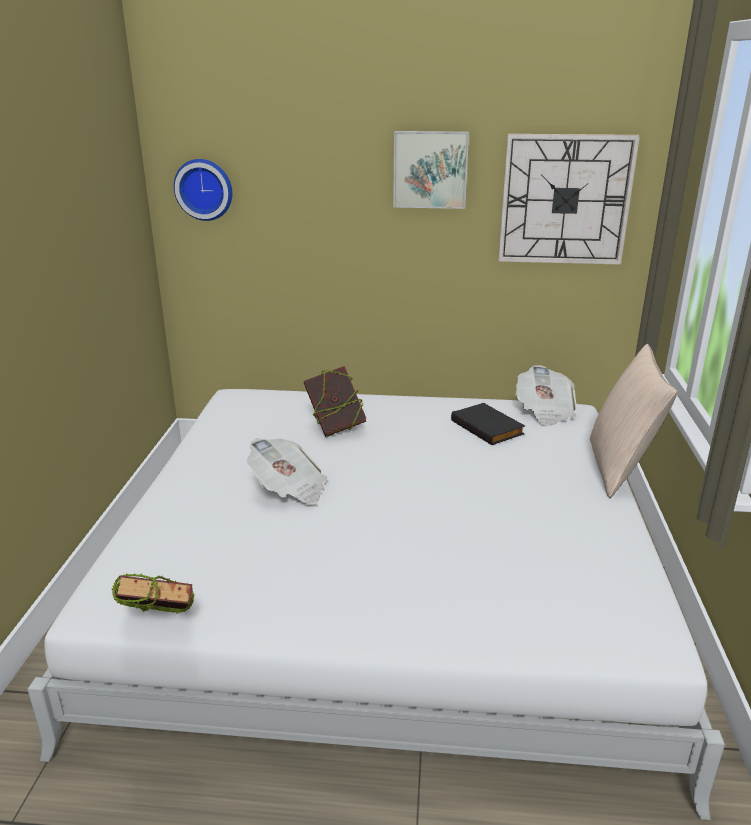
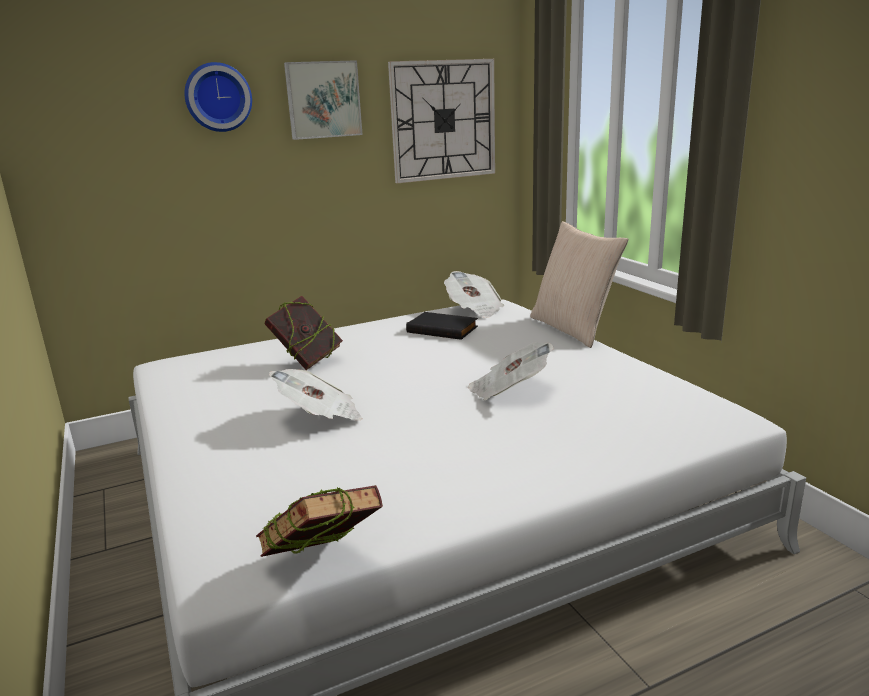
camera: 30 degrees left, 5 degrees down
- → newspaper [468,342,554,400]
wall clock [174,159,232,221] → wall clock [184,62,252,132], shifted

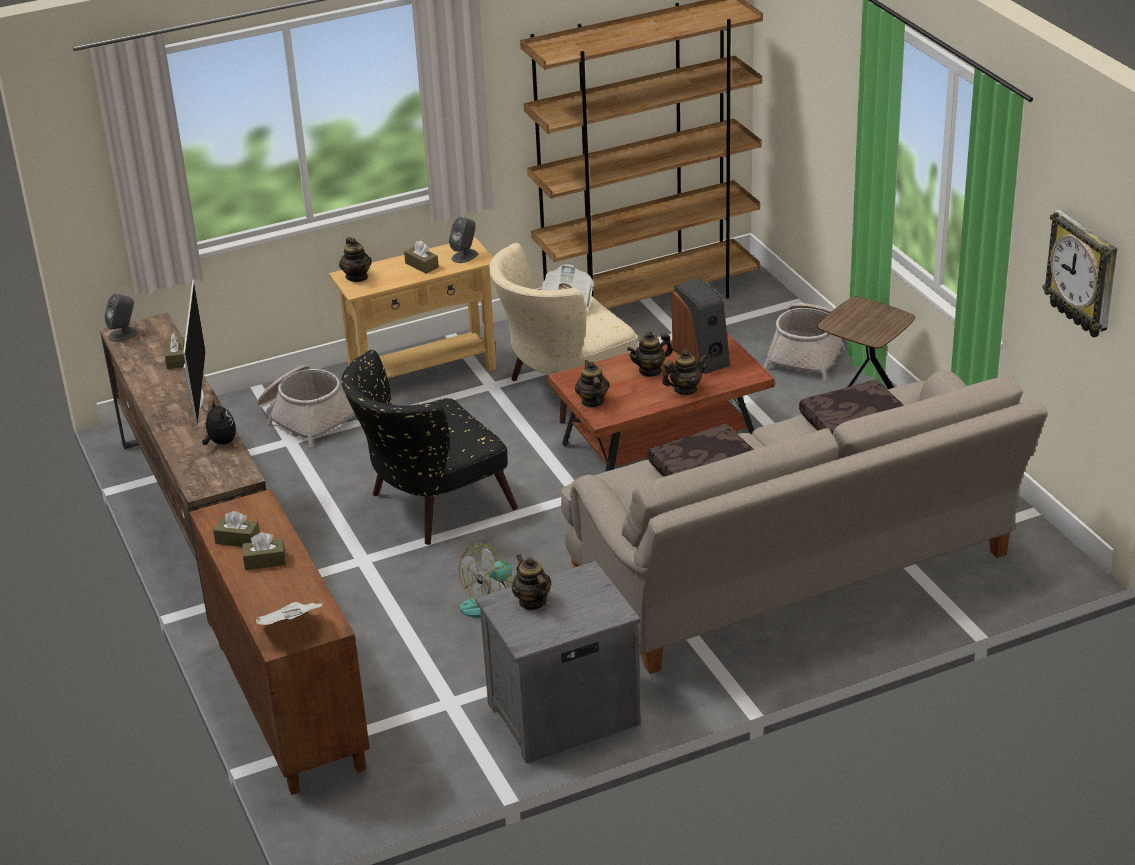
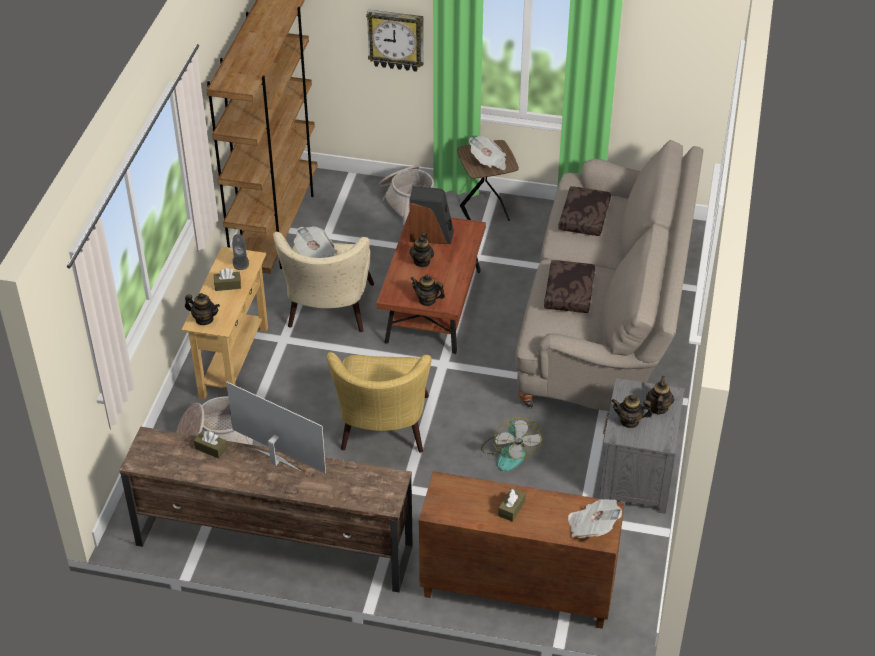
camera: 55 degrees left, 10 degrees up
grey speaker [104,293,139,342] → -
plush toy [202,399,236,445] → -
brown tissue box [213,511,260,547] → -
- → newspaper [469,136,506,170]
teapot [662,350,708,395] → teapot [646,376,674,415], shifted
wall clock [1042,209,1117,337] → wall clock [366,10,424,72], shifted
black armchair [342,350,518,545] → yellow armchair [326,352,432,453]

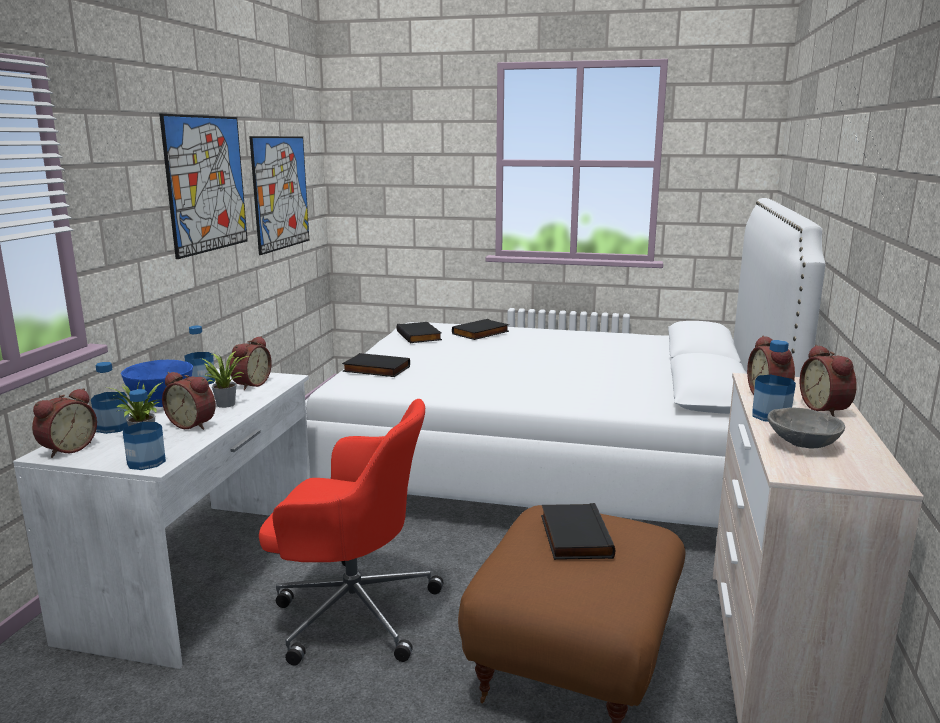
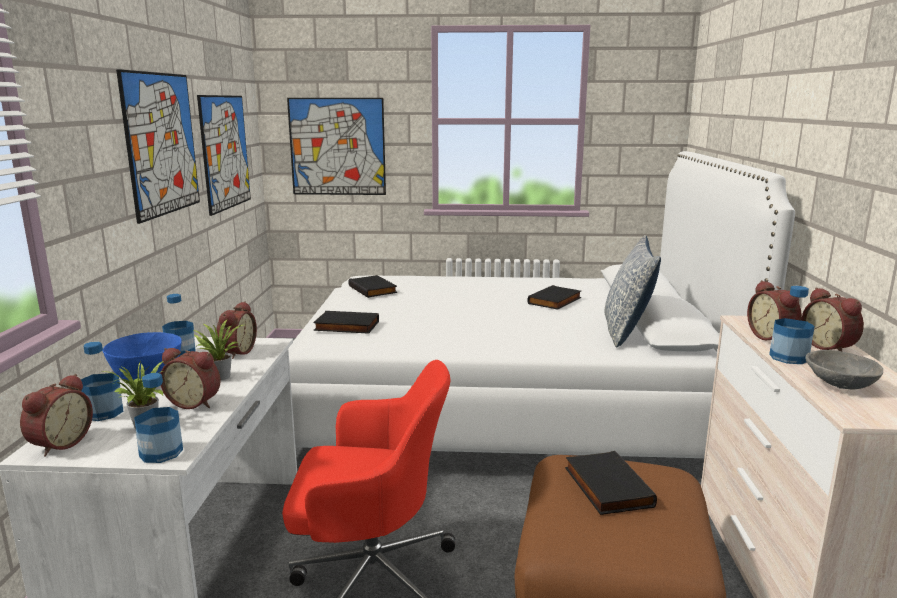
camera: 10 degrees left, 0 degrees up
- → picture [287,98,386,195]
- → pillow [605,235,661,347]
black book [452,319,509,340] → black book [527,285,581,310], shifted

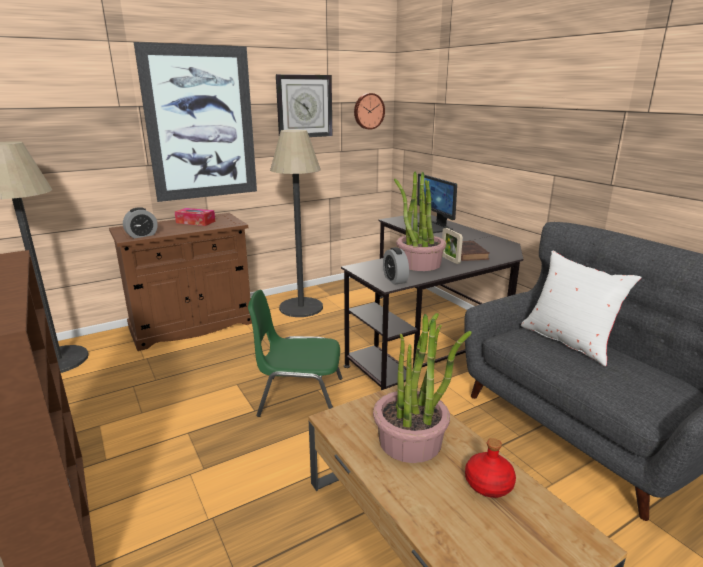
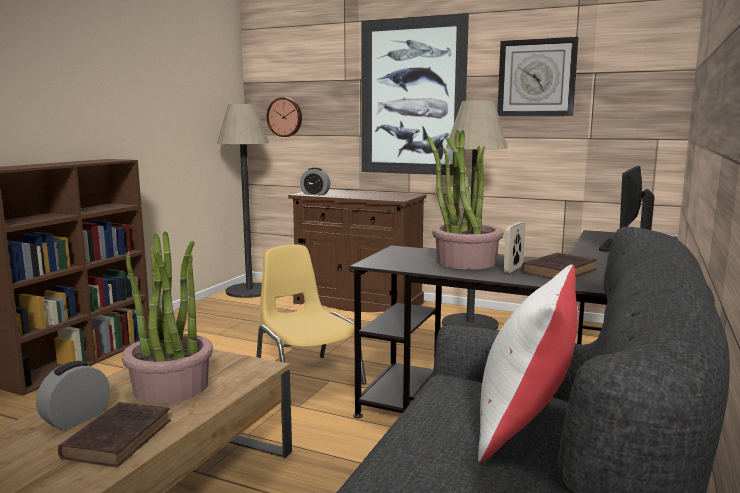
camera: 55 degrees right, 10 degrees down
tissue box [175,208,215,226] → -
wall clock [354,93,385,130] → wall clock [267,97,302,137], shifted
alarm clock [383,247,409,285] → alarm clock [36,361,110,430], shifted
red bottle [465,438,516,498] → brown book [58,402,171,467]
green chair [248,290,342,417] → yellow chair [256,245,366,385]

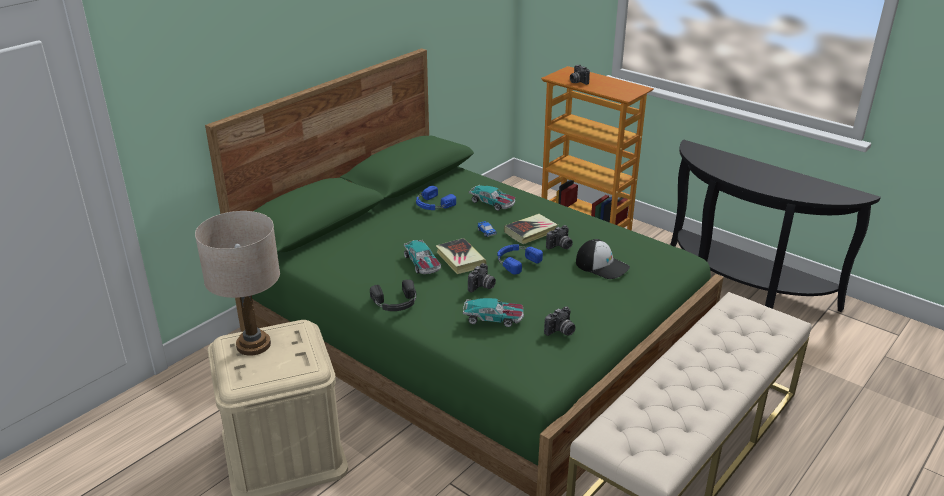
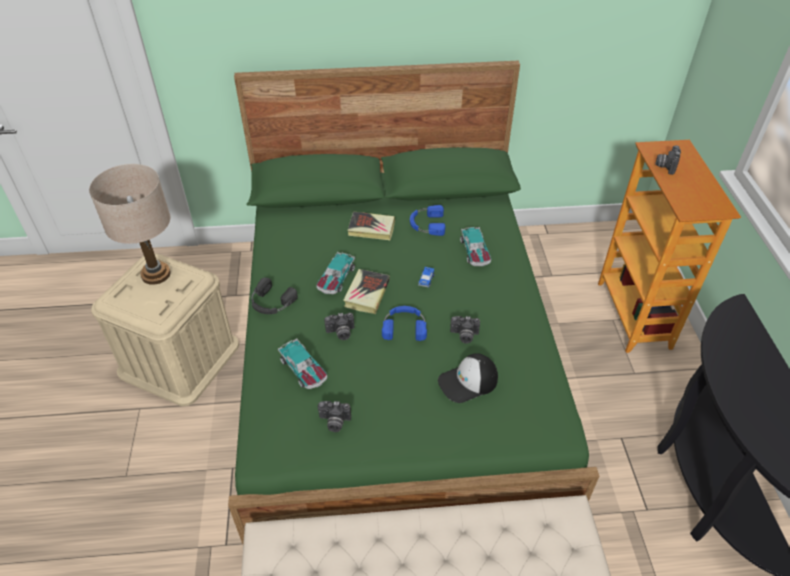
camera: 45 degrees right, 15 degrees up
book [504,214,558,244] → book [347,211,395,240], shifted
cap [576,239,630,279] → cap [438,353,498,403], 75 degrees clockwise

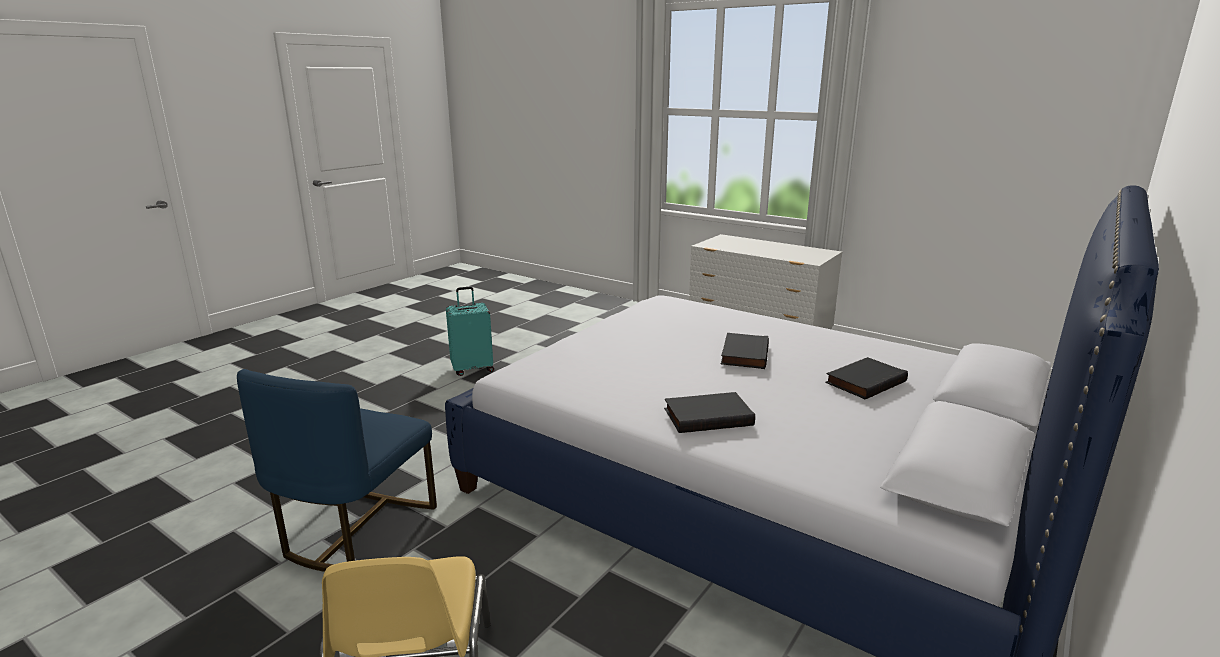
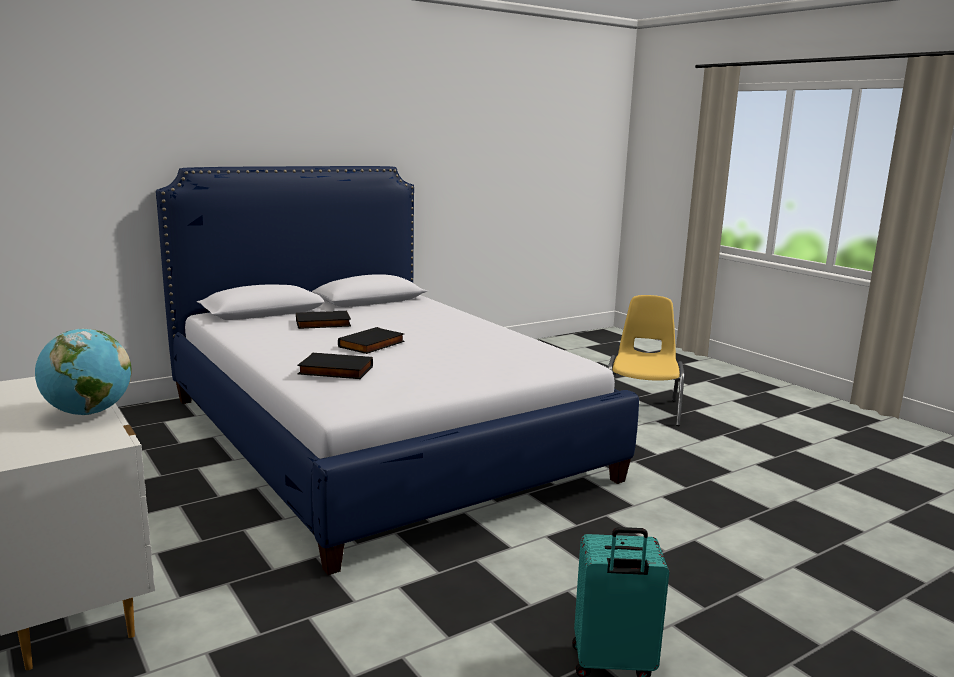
camera: 160 degrees left, 5 degrees down
blue chair [237,369,437,572] → -
- → globe [35,329,131,415]
black book [664,392,755,433] → black book [297,353,373,379], shifted

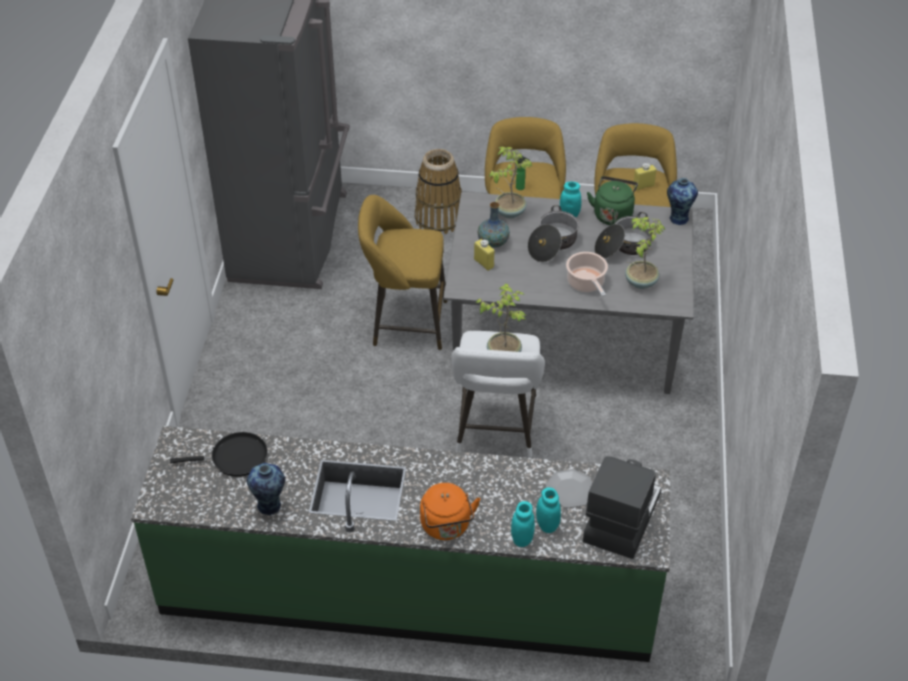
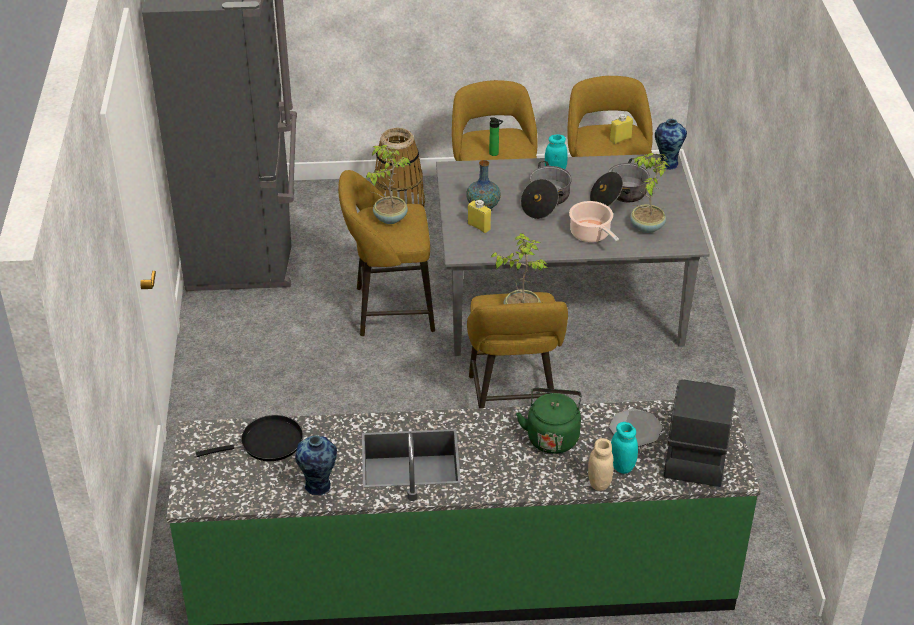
camera: 10 degrees left, 5 degrees down
orange kettle [420,483,481,540] → -
potted plant [489,147,532,219] → potted plant [366,145,410,224], shifted
green kettle [587,176,638,225] → green kettle [516,388,582,454], shifted
white stool [451,331,545,458] → yellow stool [467,292,568,408]
turquoise jar [511,501,535,547] → beige jar [588,438,613,491]

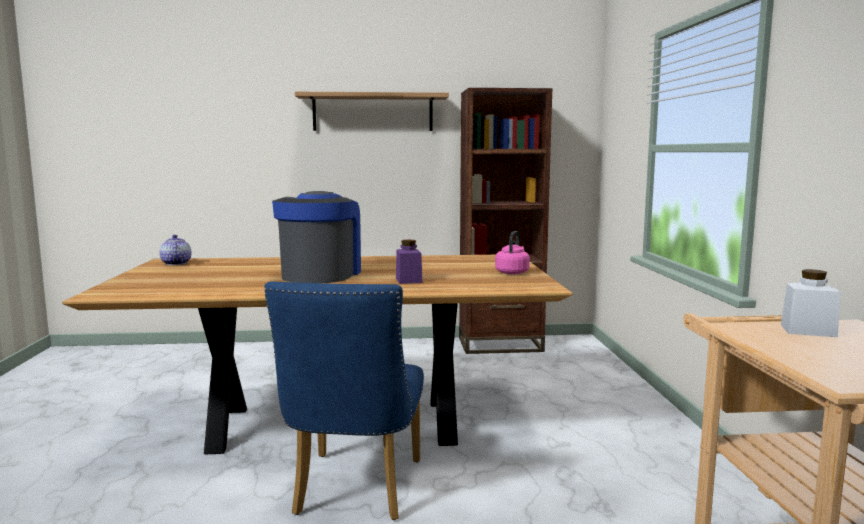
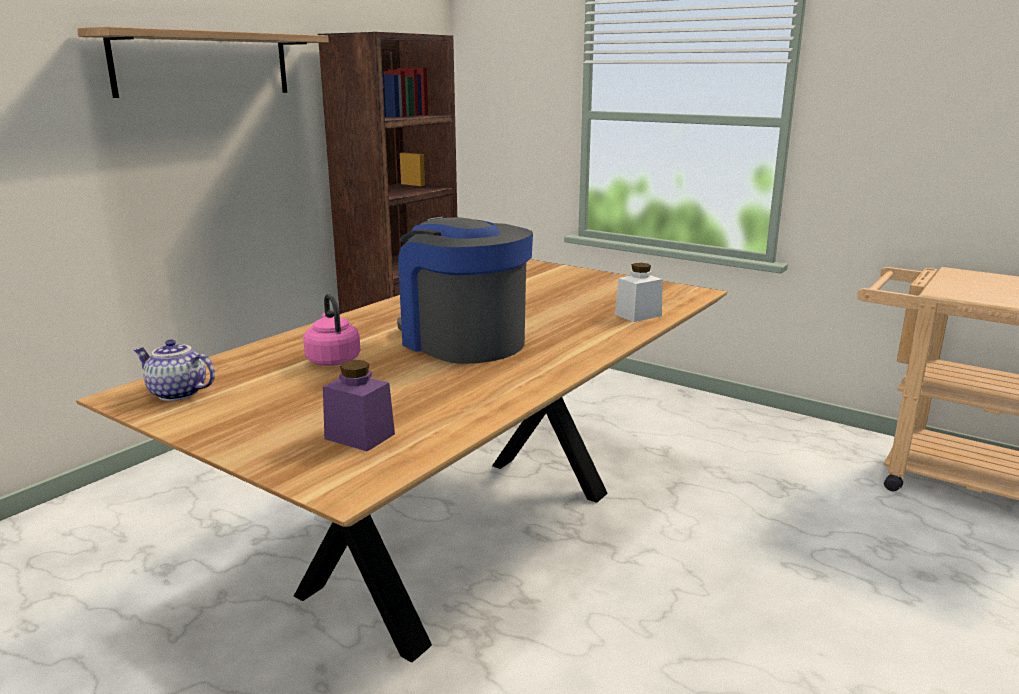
camera: 50 degrees left, 10 degrees up
blue chair [264,281,424,520] → -
purple jar [396,240,423,284] → purple jar [323,360,395,452], shifted
pink kettle [495,231,530,275] → pink kettle [303,294,360,366], shifted
white jar [781,269,840,337] → white jar [615,263,663,322], shifted

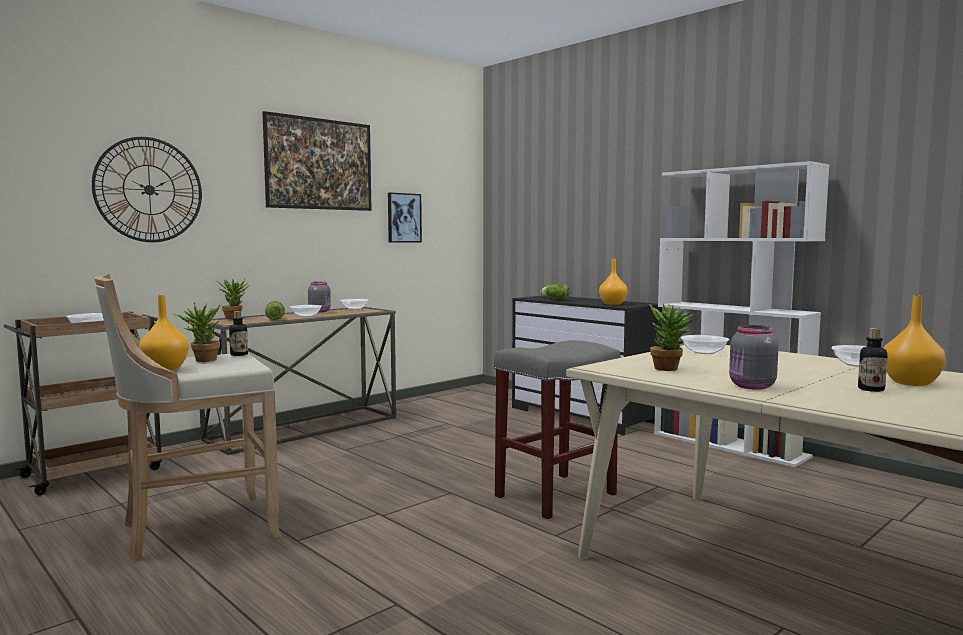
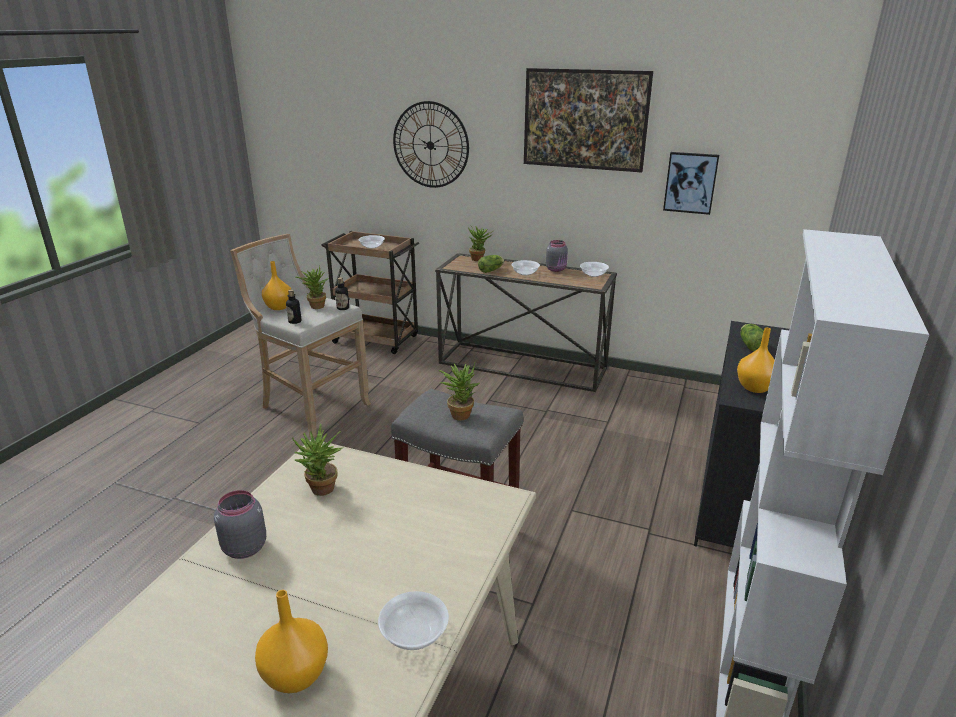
camera: 65 degrees right, 20 degrees up
bowl [681,335,729,354] → -
- → potted plant [438,362,480,421]
bottle [858,328,887,392] → bottle [286,289,302,324], shifted

